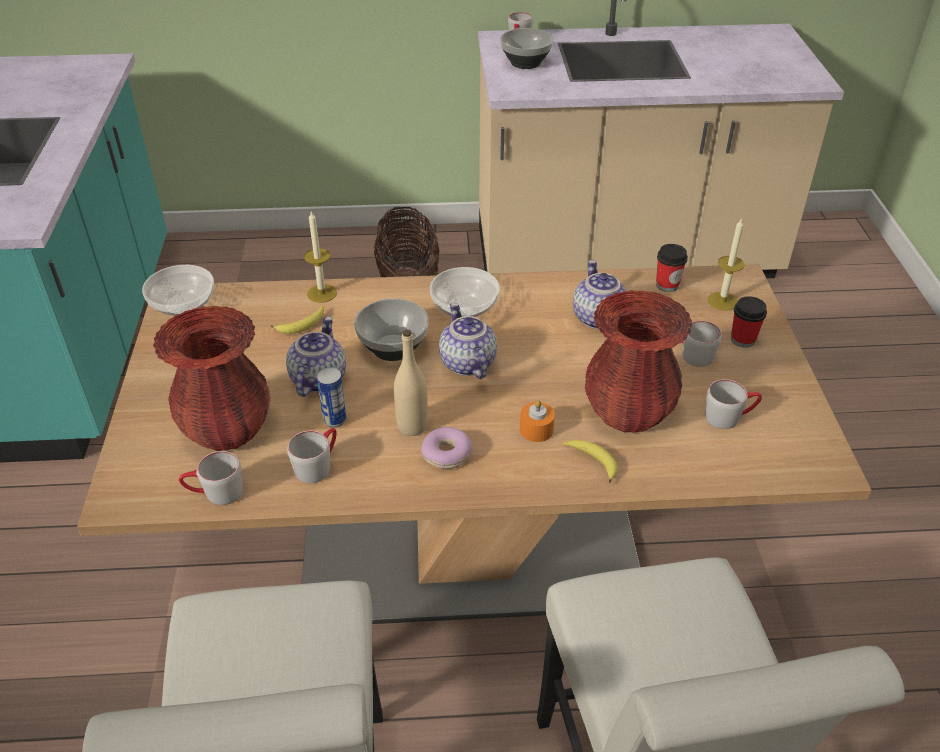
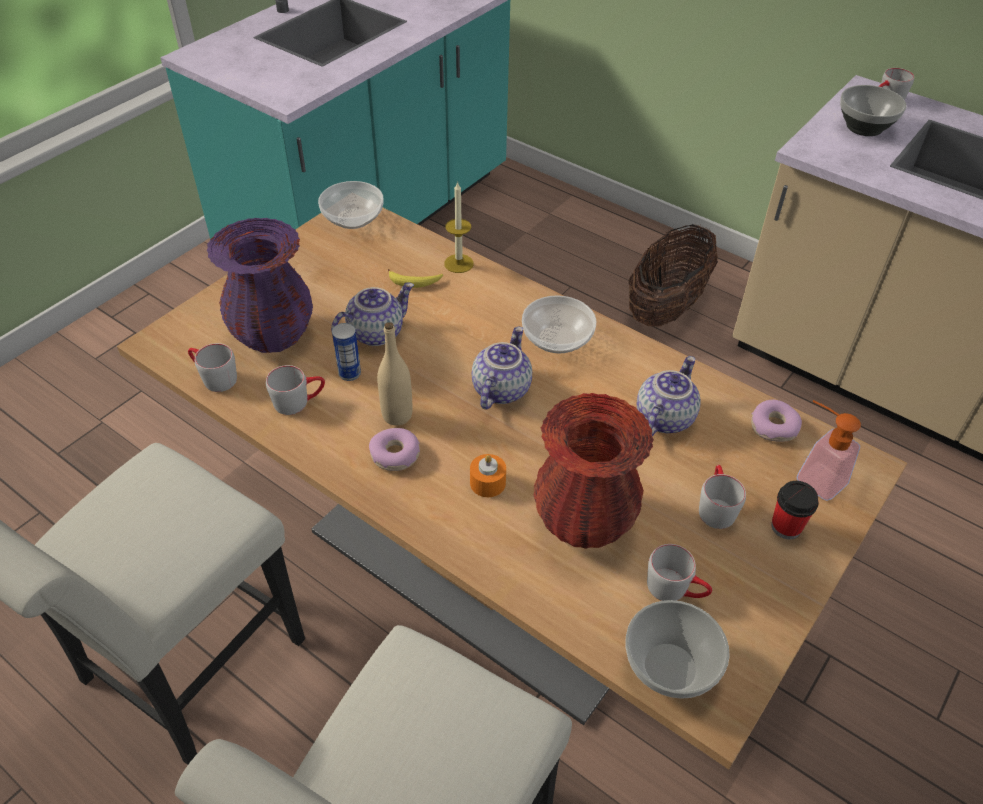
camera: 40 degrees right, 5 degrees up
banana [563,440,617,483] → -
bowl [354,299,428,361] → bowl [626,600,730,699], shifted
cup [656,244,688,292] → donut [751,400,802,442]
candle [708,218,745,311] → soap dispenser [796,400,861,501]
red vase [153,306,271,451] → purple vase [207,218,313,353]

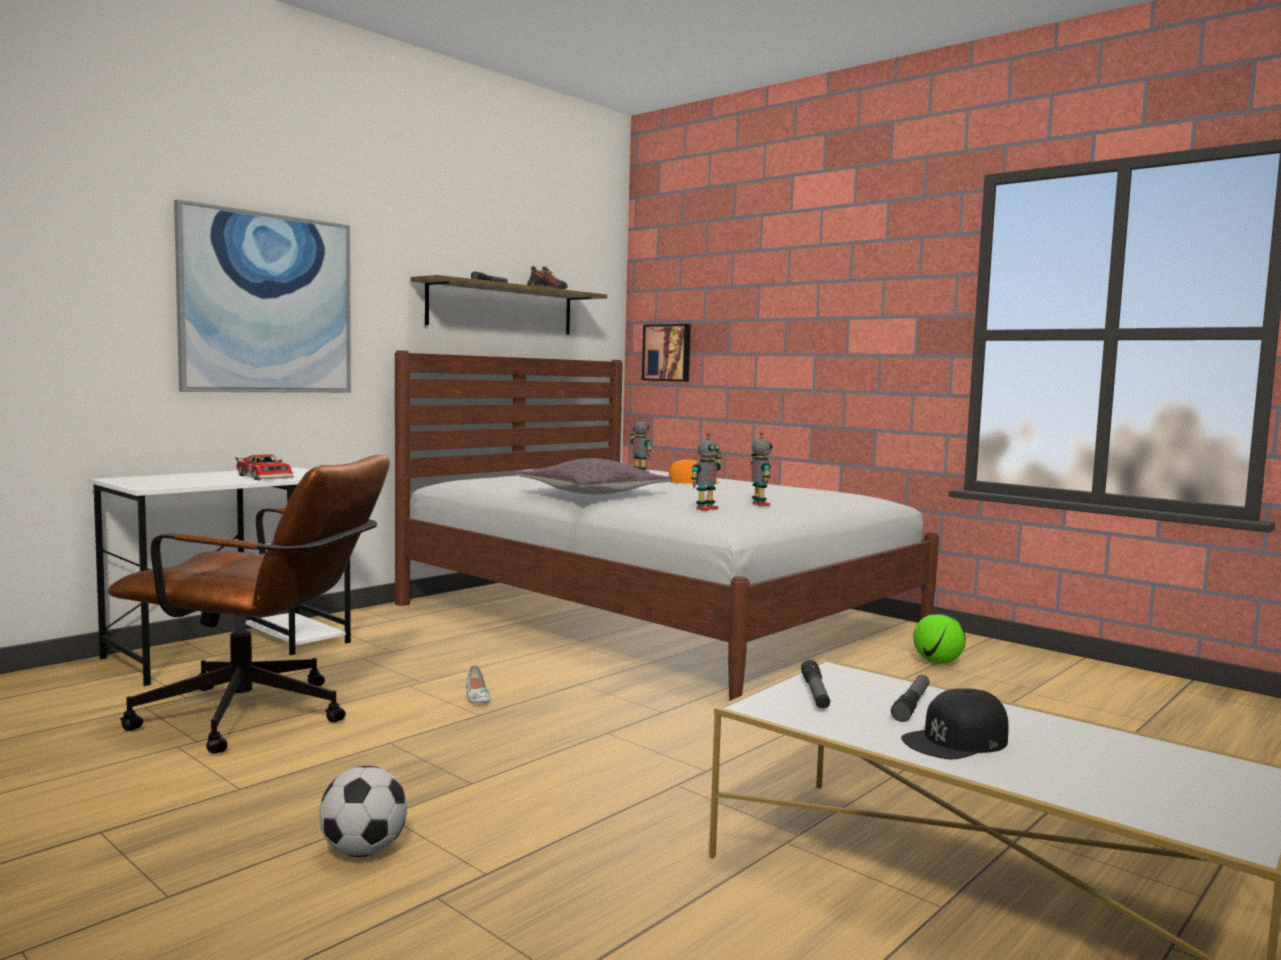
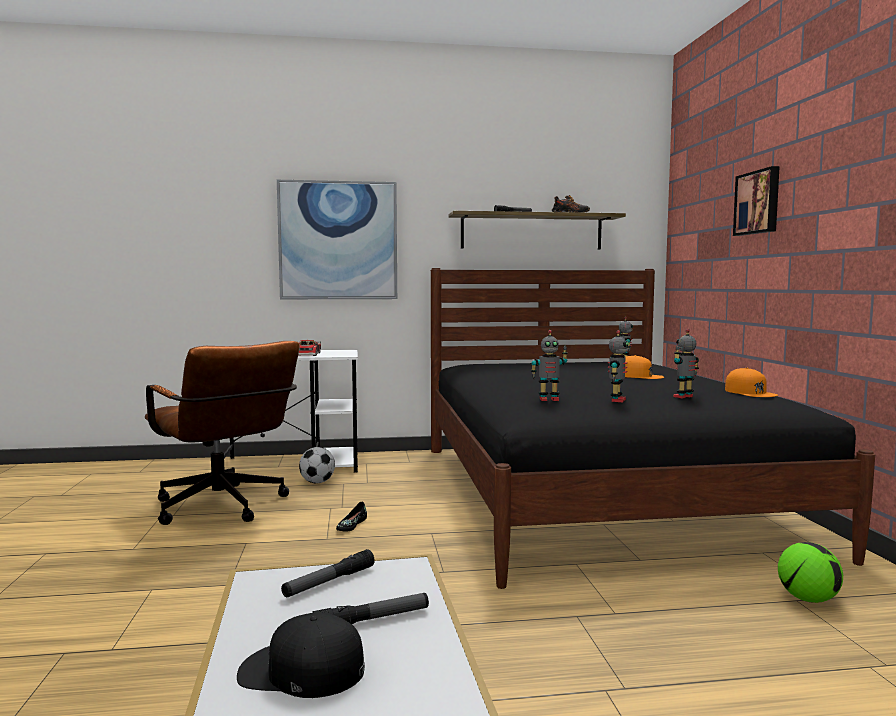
camera: 40 degrees right, 0 degrees up
grey pillow [517,458,672,494] → -
- → toy robot [673,329,699,399]
- → orange cap [725,368,778,397]
football [319,766,407,857] → football [299,447,335,483], shifted
picture [642,324,691,382] → picture [733,166,780,236], shifted
white bed [395,350,939,701] → black bed [431,268,875,589]
white shoe [466,665,491,704] → black shoe [336,502,367,532]

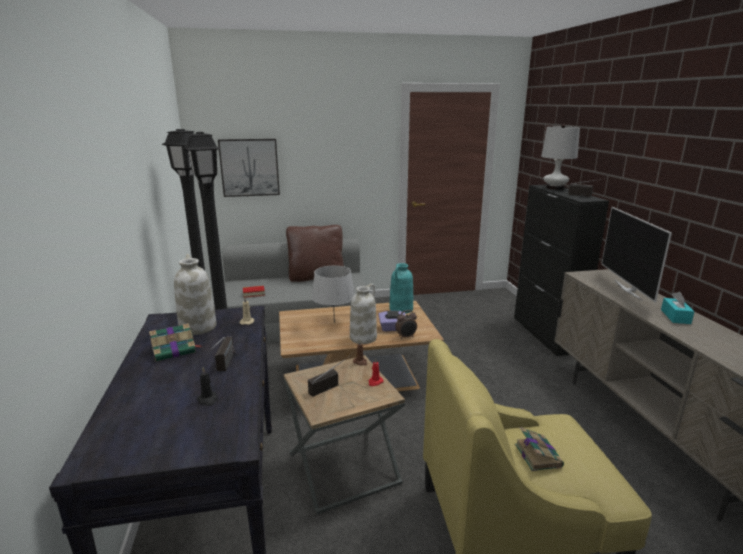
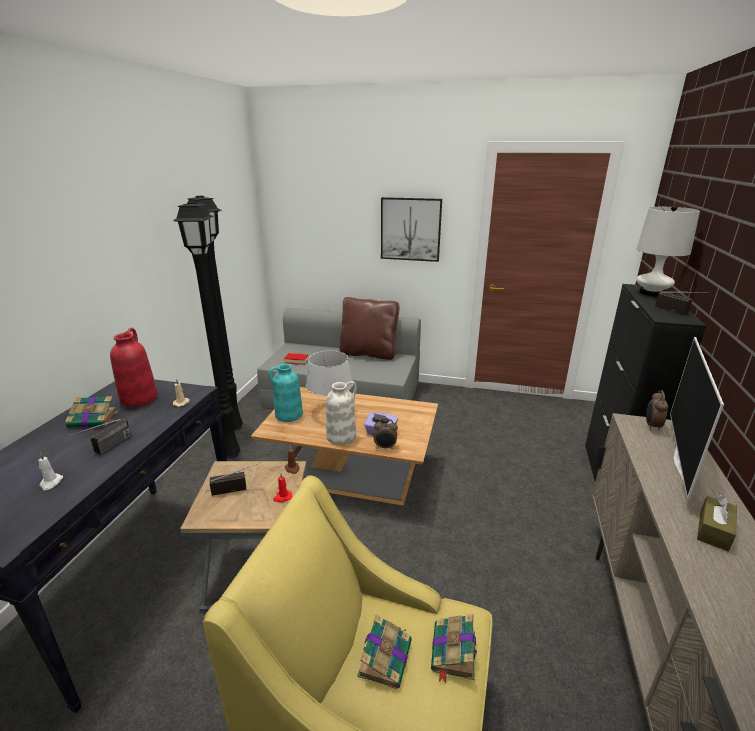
camera: 25 degrees right, 5 degrees up
- → book [431,614,477,683]
- → alarm clock [646,390,668,430]
picture [218,139,280,197] → picture [381,197,442,262], shifted
turquoise vase [389,263,413,314] → turquoise vase [269,364,303,422], shifted
white vase [174,254,216,335] → red vase [110,328,158,407]
black candle [197,367,217,406] → white candle [38,452,63,490]
turquoise tissue box [661,292,695,324] → brown tissue box [697,495,737,551]

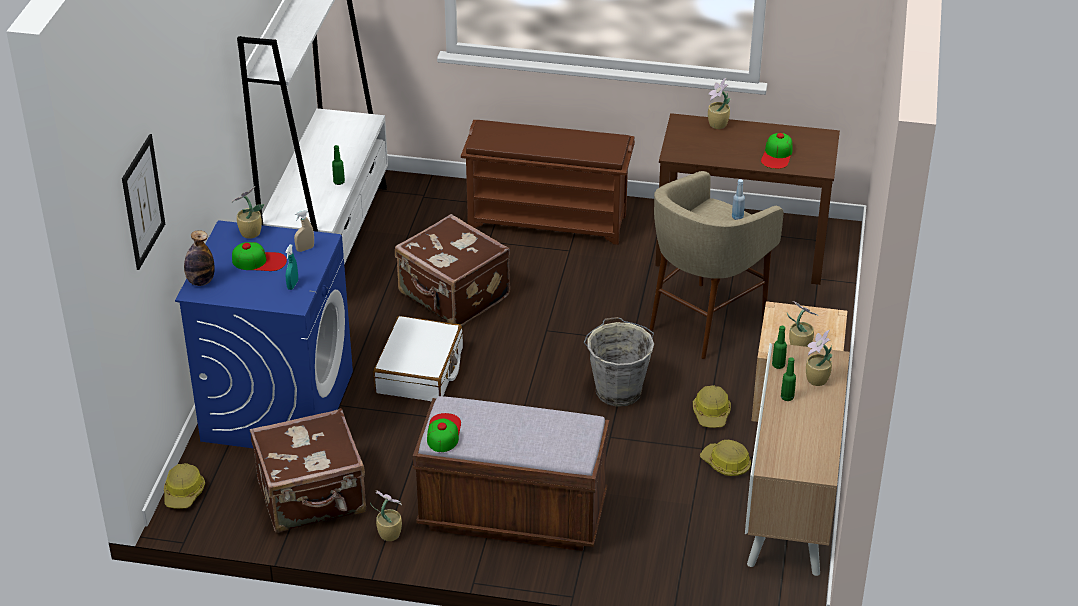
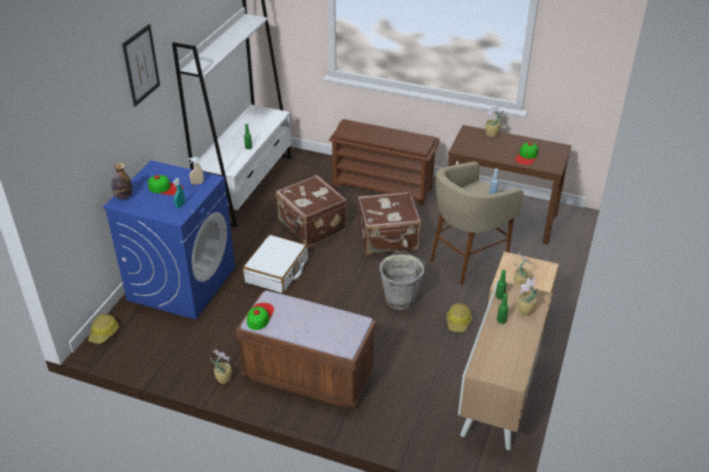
camera: 10 degrees right, 0 degrees up
potted plant [232,186,265,239] → -
hard hat [700,440,751,476] → -
picture [122,134,165,270] → picture [122,24,160,107], shifted
brown suitcase [250,408,366,533] → brown suitcase [358,191,421,255], shifted

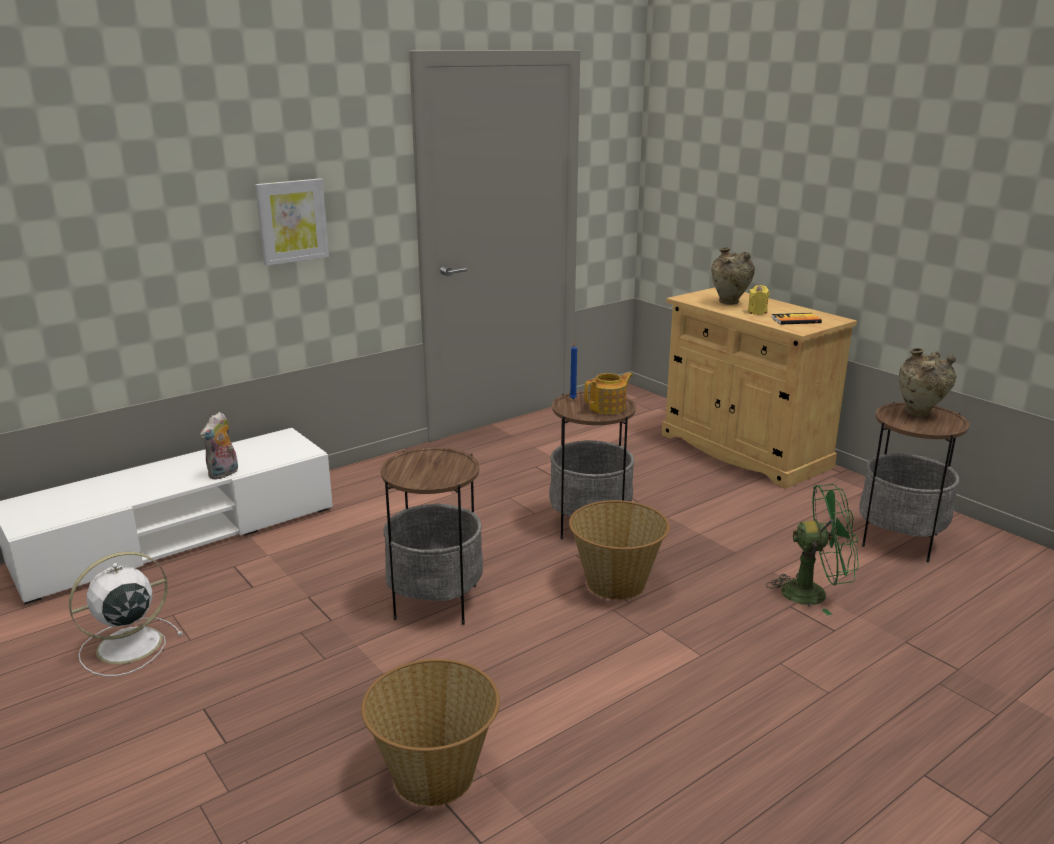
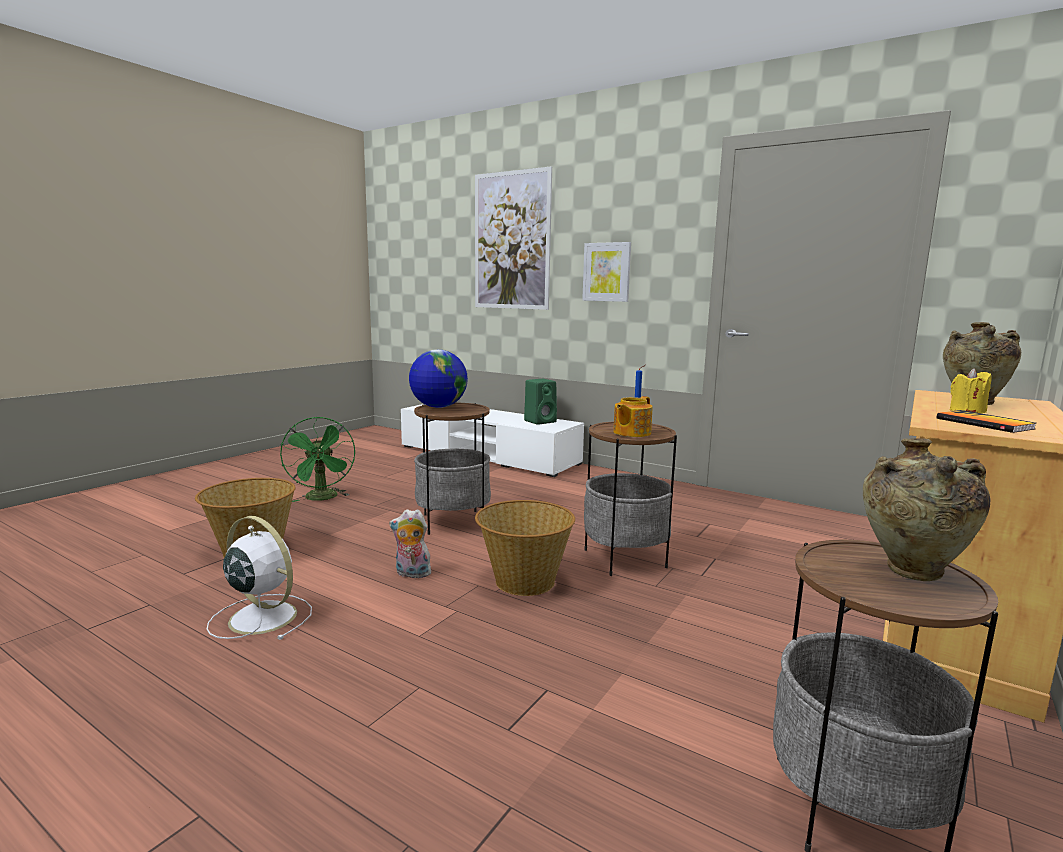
camera: 70 degrees right, 10 degrees down
- → globe [409,350,468,408]
- → picture [475,167,552,310]
- → green speaker [524,379,557,425]
white fan [69,552,183,676] → white fan [207,516,312,640], shifted
plush toy [200,412,238,479] → plush toy [389,509,433,578], shifted
green fan [766,484,859,615] → green fan [280,417,355,502], shifted
teapot [584,372,633,414] → teapot [613,396,653,437], 90 degrees clockwise

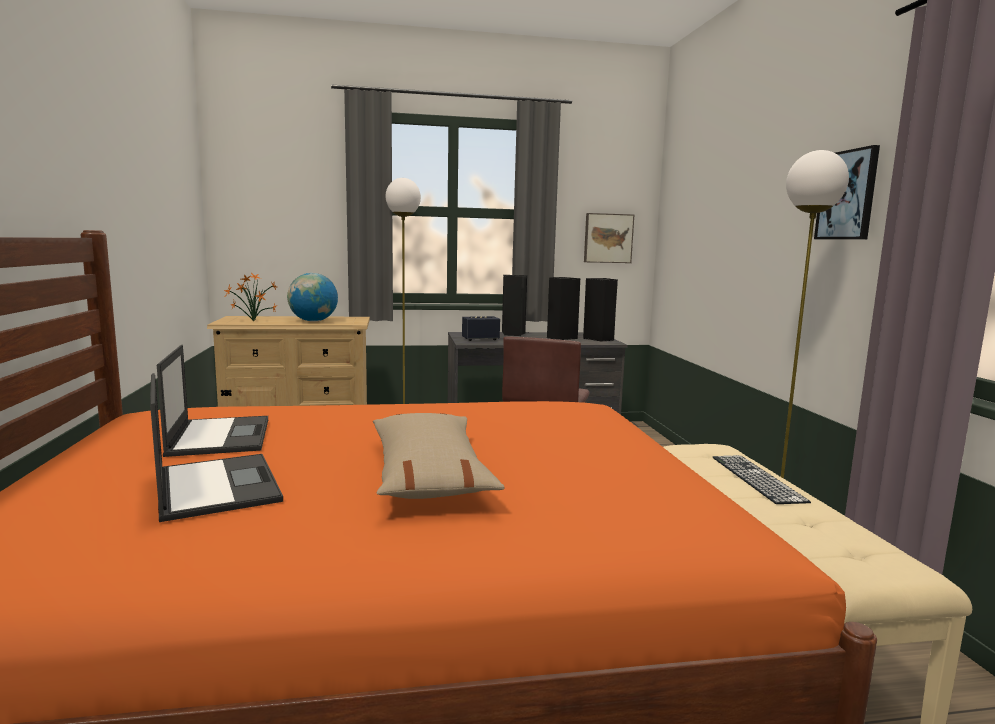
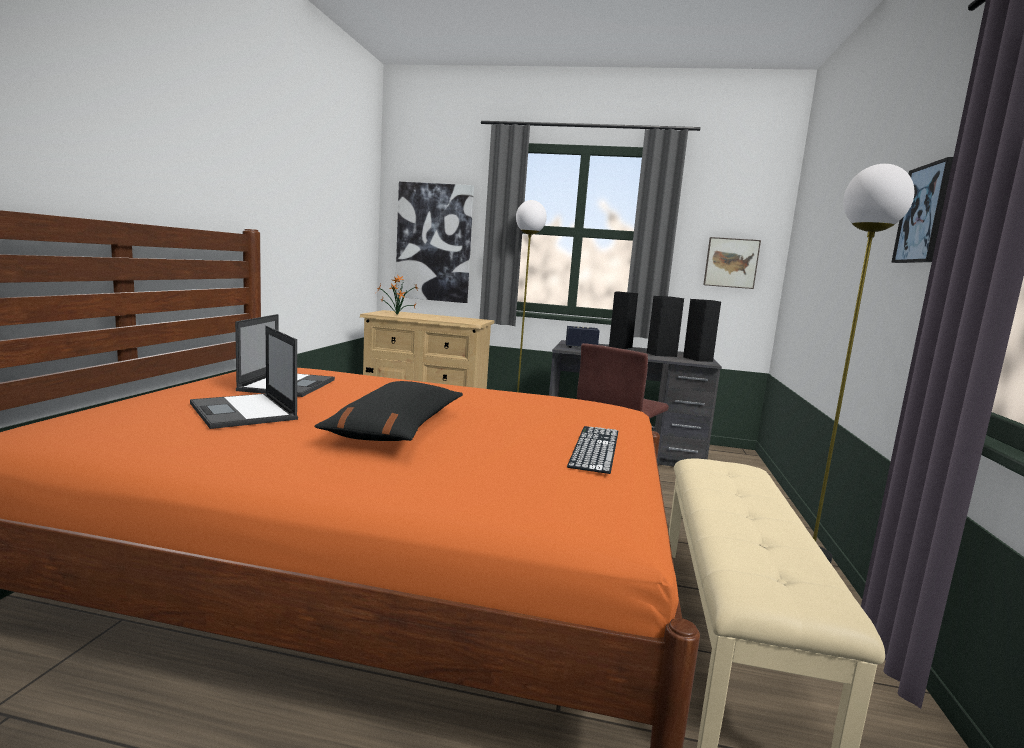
camera: 20 degrees right, 0 degrees up
globe [287,273,338,322] → -
- → picture [395,182,474,303]
keyboard [713,455,811,504] → keyboard [567,426,618,474], shifted
beige pillow [373,413,504,499] → black pillow [314,381,463,441]
laptop [150,373,283,522] → laptop [190,326,298,429], 150 degrees clockwise

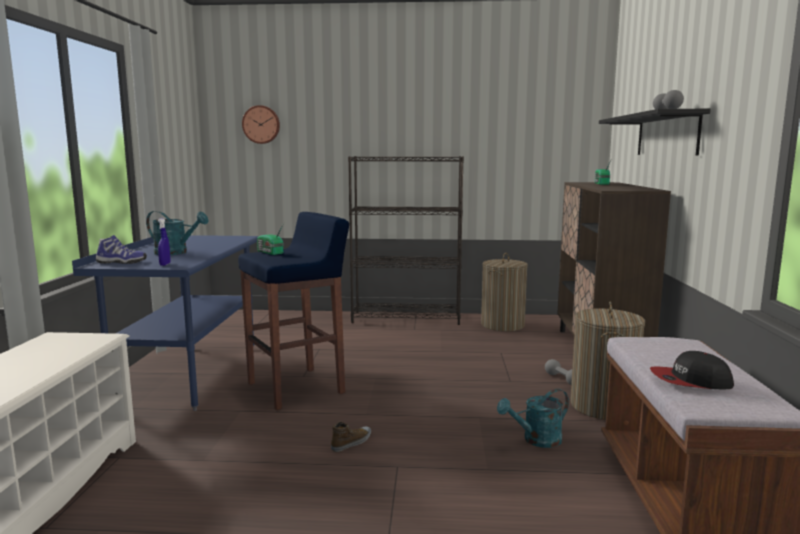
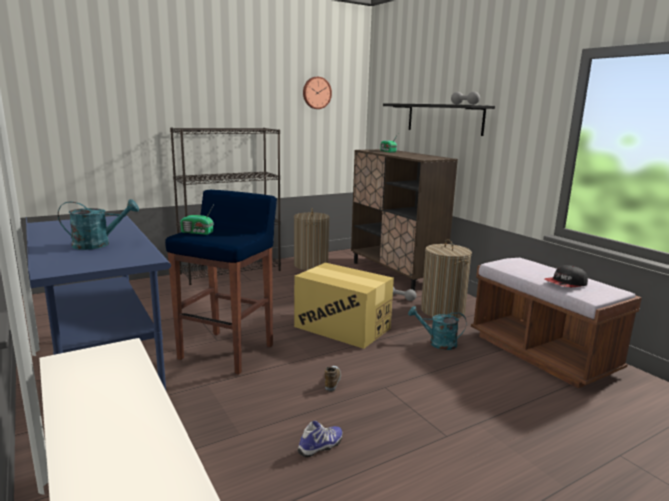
camera: 35 degrees left, 5 degrees up
blue spray bottle [158,218,170,266] → -
- → cardboard box [294,263,394,349]
shoe [96,235,147,264] → shoe [298,421,343,457], shifted
wall clock [242,105,280,144] → wall clock [303,77,332,109], shifted
turquoise watering can [497,389,569,448] → turquoise watering can [408,306,467,350], 75 degrees clockwise

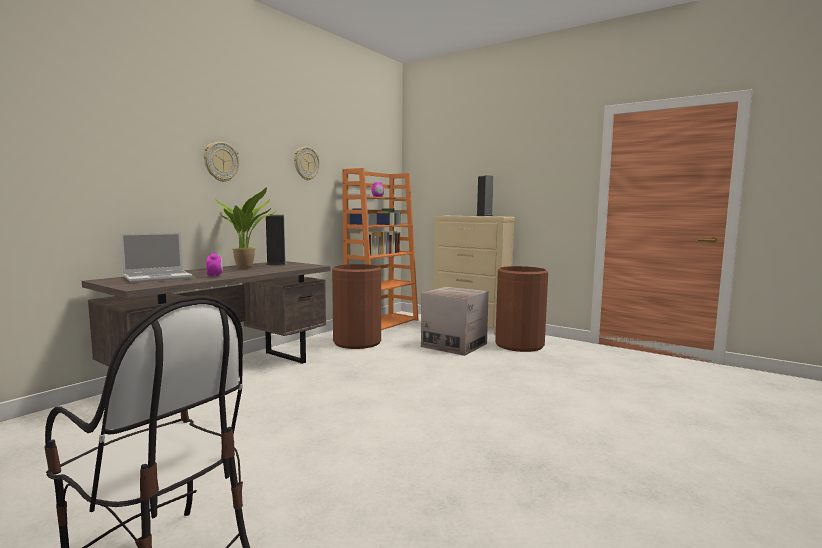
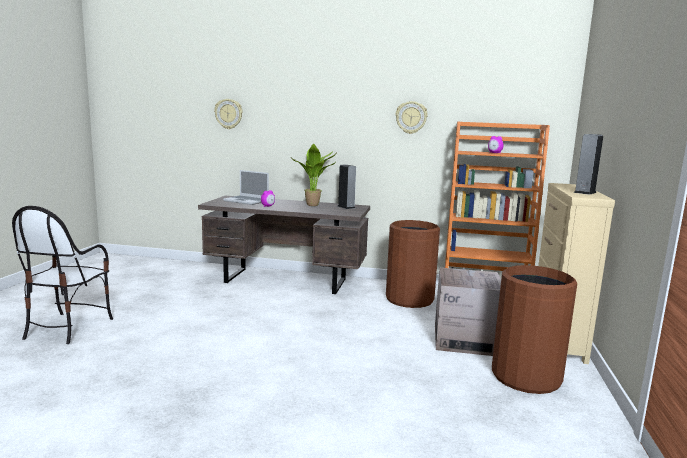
camera: 65 degrees right, 5 degrees up
wall clock [203,142,240,182] → wall clock [214,99,243,129], shifted

